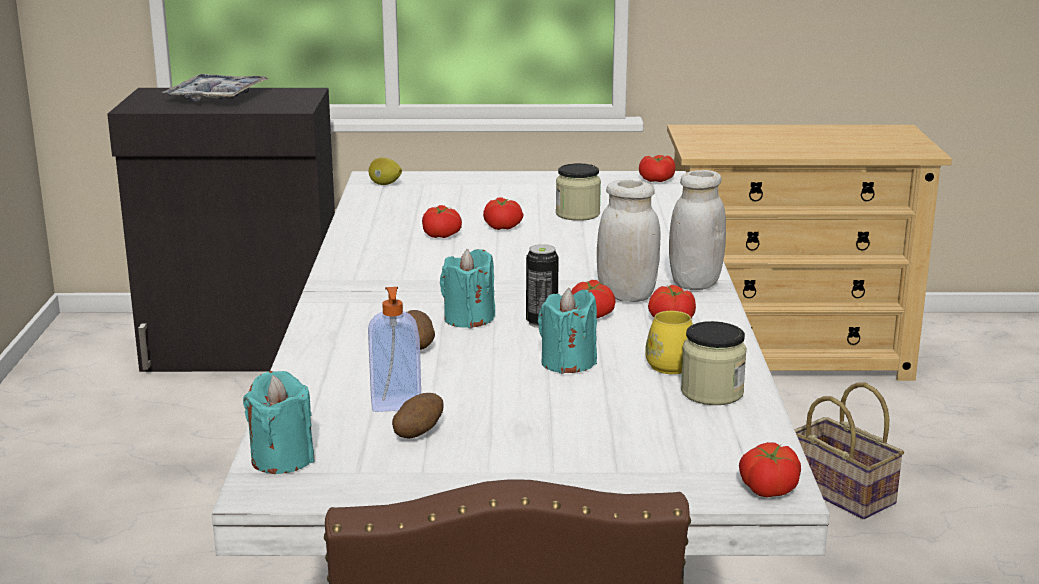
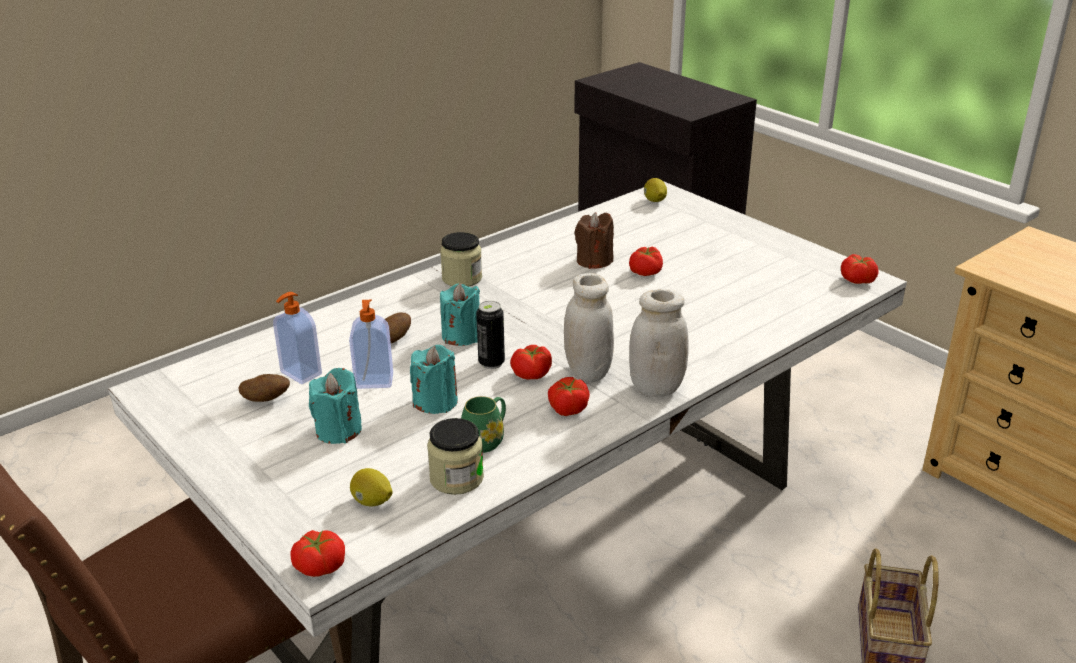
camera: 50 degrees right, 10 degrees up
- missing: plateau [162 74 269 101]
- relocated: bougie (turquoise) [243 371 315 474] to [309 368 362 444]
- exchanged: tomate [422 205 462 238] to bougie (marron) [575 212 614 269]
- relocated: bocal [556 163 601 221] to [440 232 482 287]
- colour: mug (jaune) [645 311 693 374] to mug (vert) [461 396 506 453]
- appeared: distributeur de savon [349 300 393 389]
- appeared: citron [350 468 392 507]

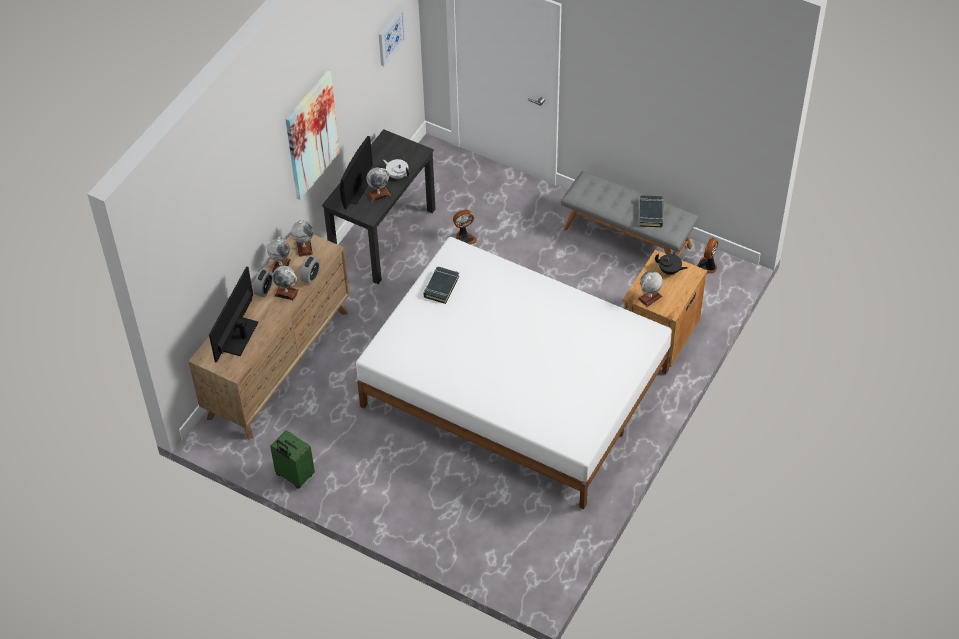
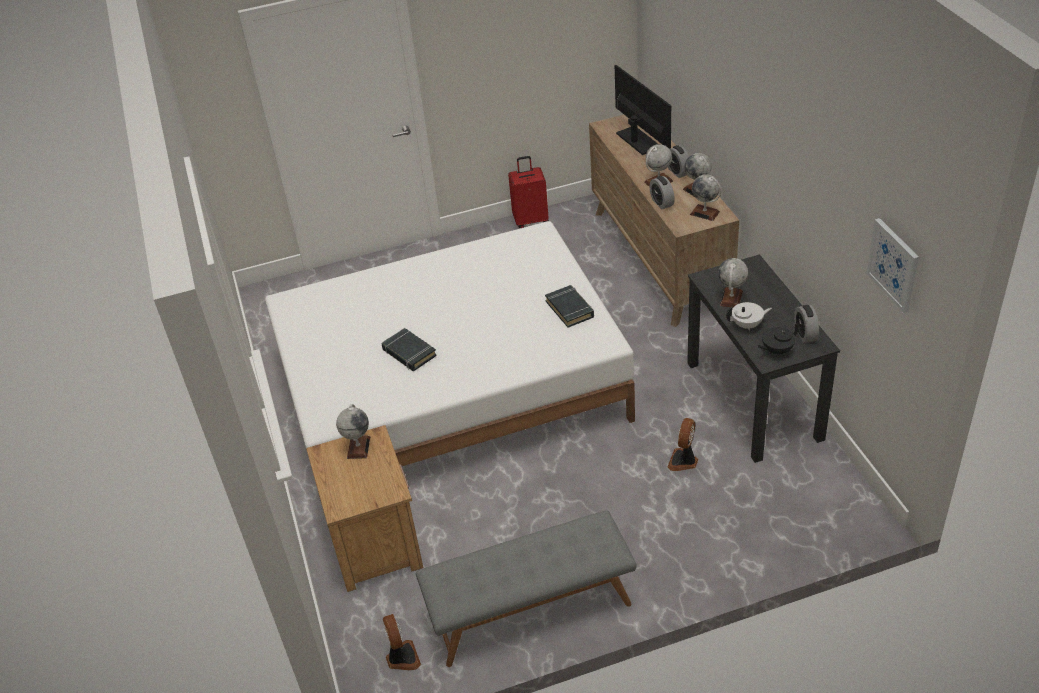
camera: 135 degrees right, 10 degrees down
- colour: valise (vert) [270 430 315 489] to valise (rouge) [508 156 549 228]
- missing: tableau [286 71 340 200]
- missing: écran d'ordinateur [340 136 373 209]
- relocated: livre (noir) [639 195 664 227] to [382 328 437 371]
- relocated: théière (noir) [655 254 688 275] to [757 323 799 355]
- appeared: réveil [794 305 819 343]

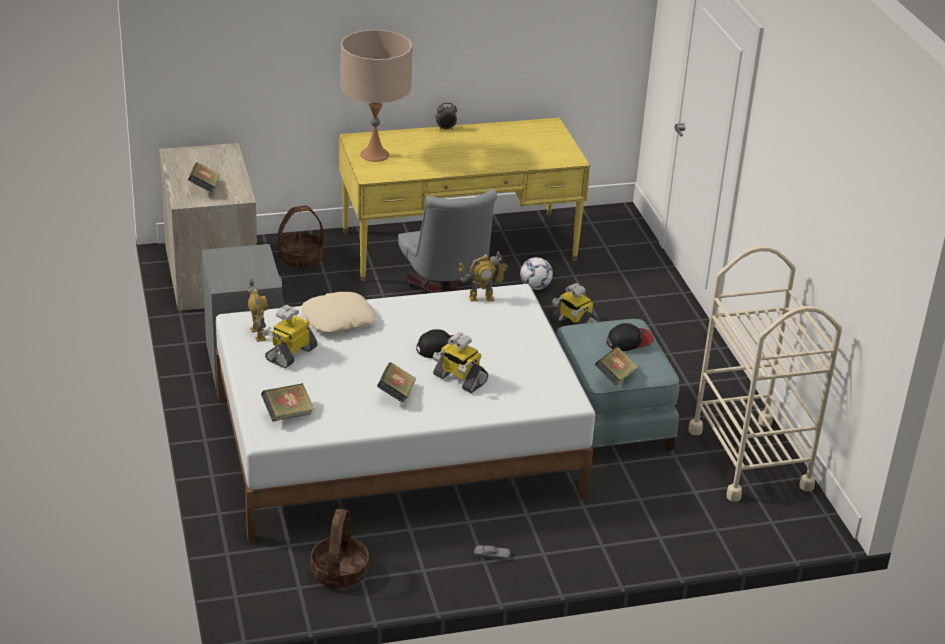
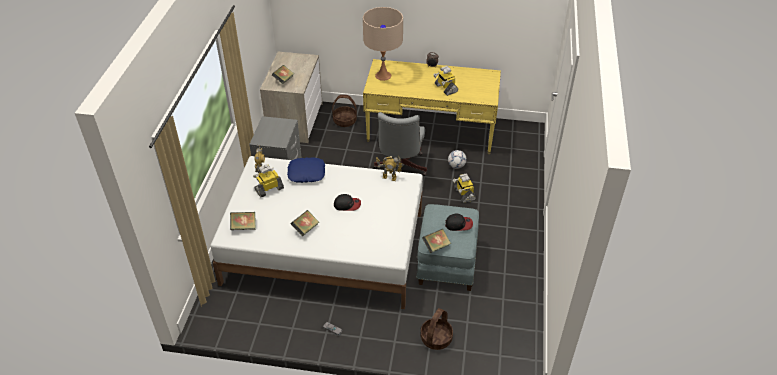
camera: 25 degrees right, 10 degrees up
- colour: coussin (beige) [302 292 376 333] to coussin (bleu) [287 158 325 183]
- relocated: panier [310 509 369 588] to [421 308 453 350]
- relocated: robot jouet [433 332 488 393] to [434 66 458 95]
- missing: chariot (beige) [688 246 842 501]

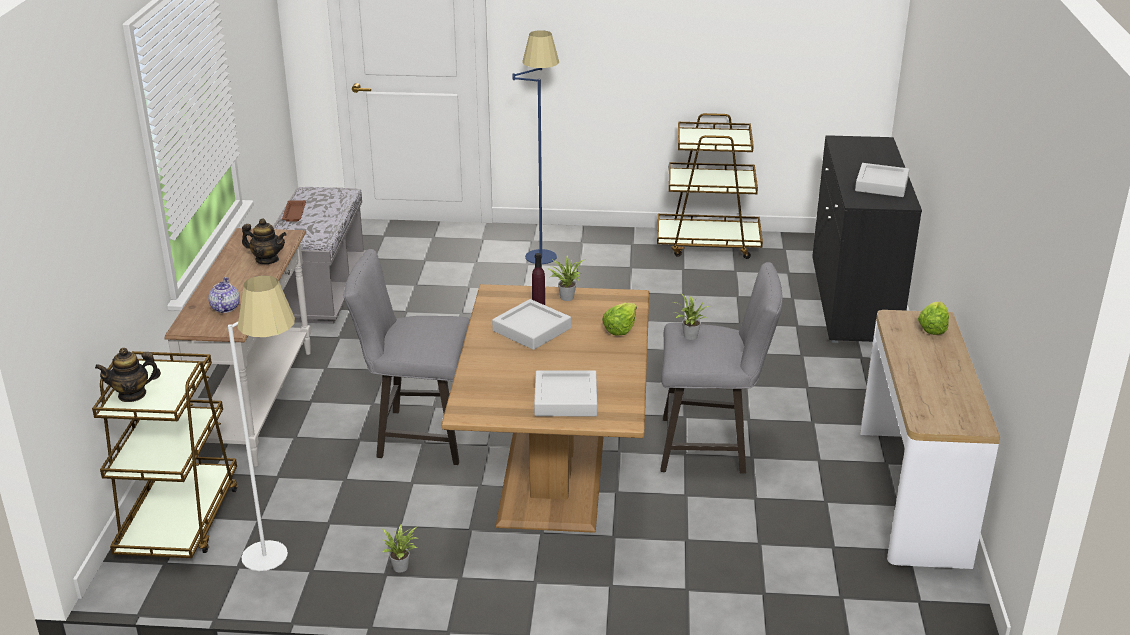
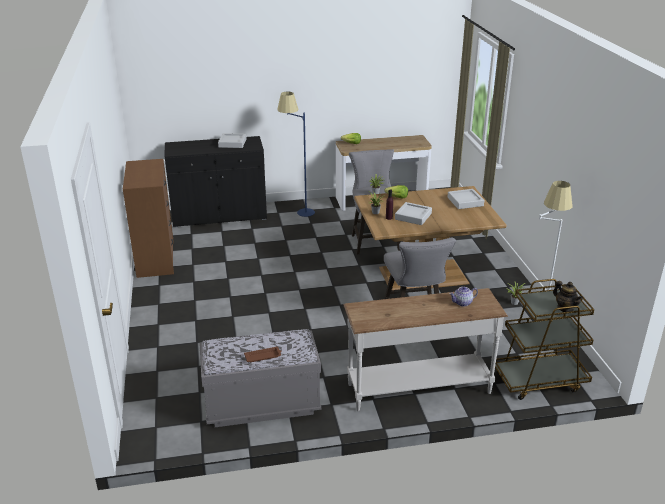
camera: 105 degrees left, 0 degrees up
- missing: théière [242 218 287 264]
- relocated: lampadaire (bleu) [512 30 559 264] to [277 92 315 217]
- exchanged: chariot (marron) [657 113 763 259] to commode (marron) [123 159 174 278]

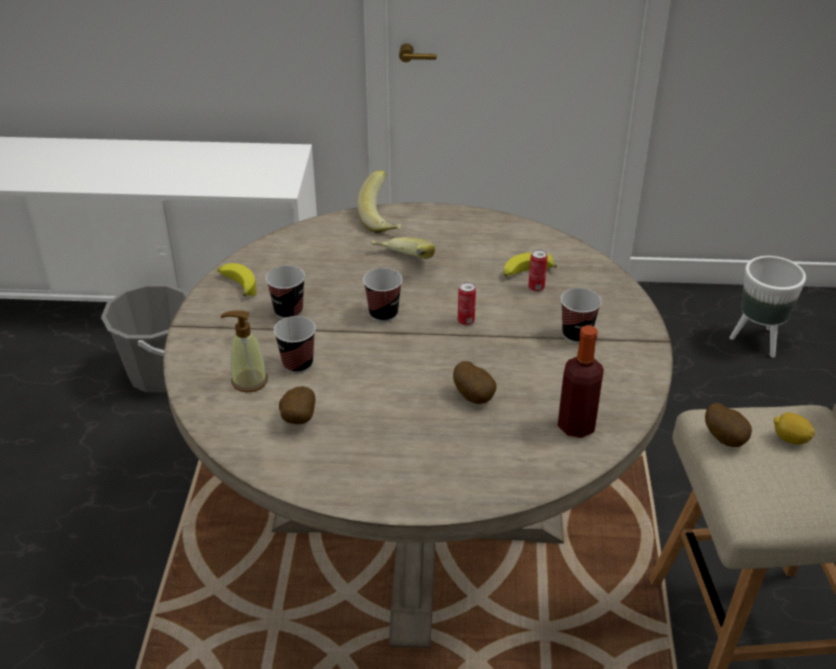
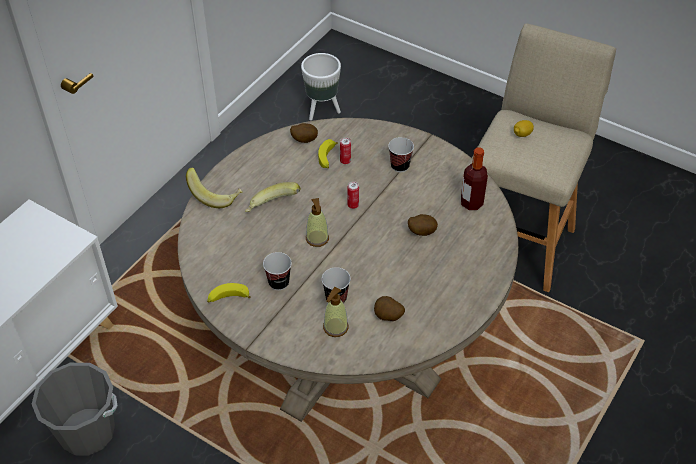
camera: 60 degrees left, 10 degrees up
- exchanged: tasse [363 268 402 322] to distributeur de savon [306 198 329 247]
- relocated: pomme de terre [705 403 752 447] to [290 123 318 143]

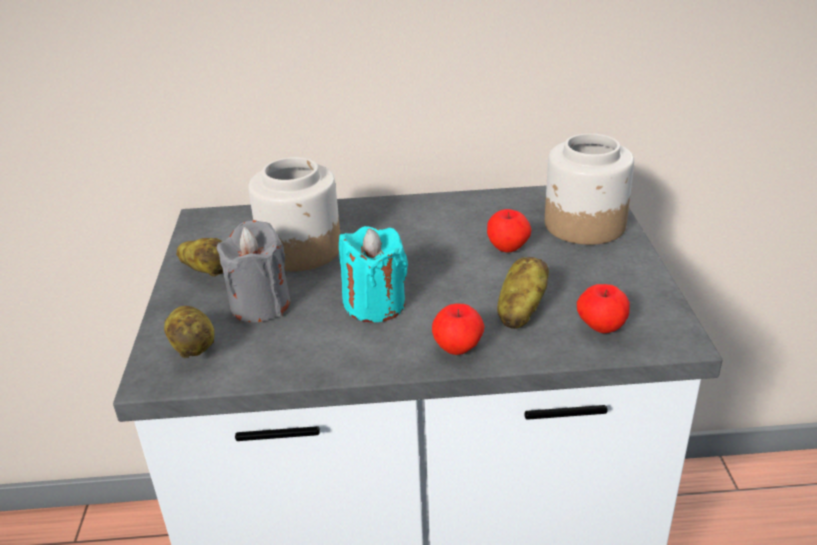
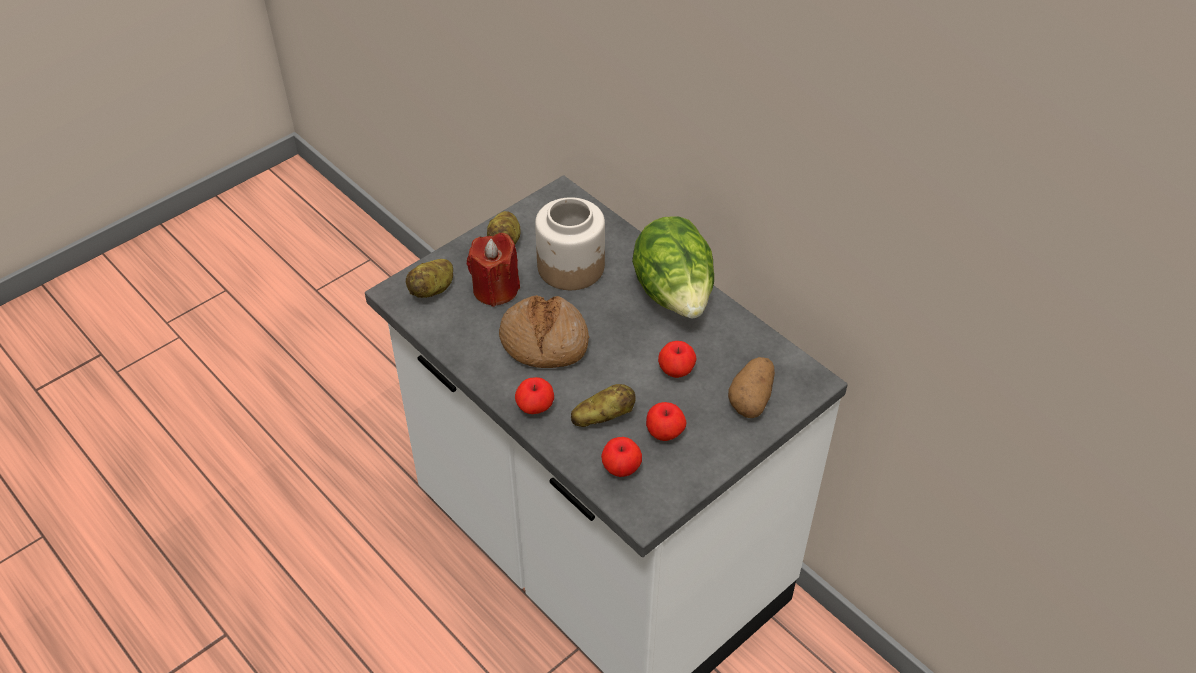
camera: 50 degrees right, 15 degrees up
- colour: bougie (gris) [217 220 290 322] to bougie (rouge) [467 233 520 307]
- exchanged: bougie (turquoise) [339 226 408 322] to pain [499 295 589 368]
- exchanged: bocal [545 133 634 245] to pomme de terre [728 357 775 418]
- appeared: laitue [632 216 714 318]
- appeared: pomme [646 402 686 441]

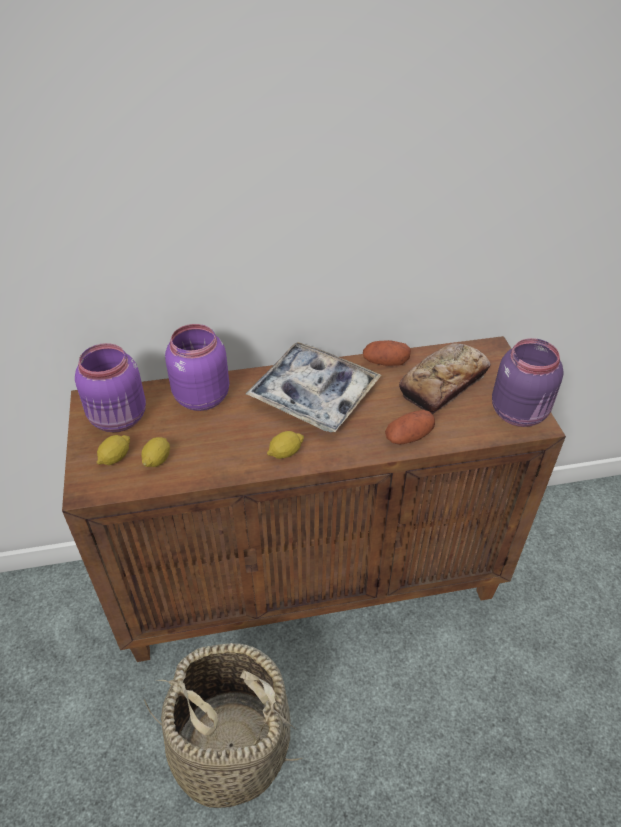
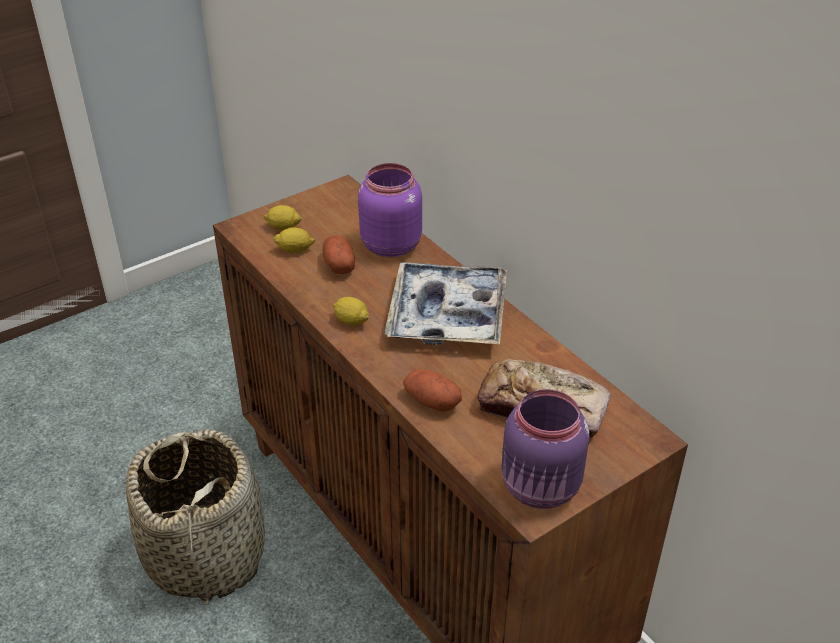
camera: 65 degrees right, 5 degrees down
- missing: bocal (violet) [75 343 146 432]
- relocated: pomme de terre [363 340 411 366] to [323 235 355 274]

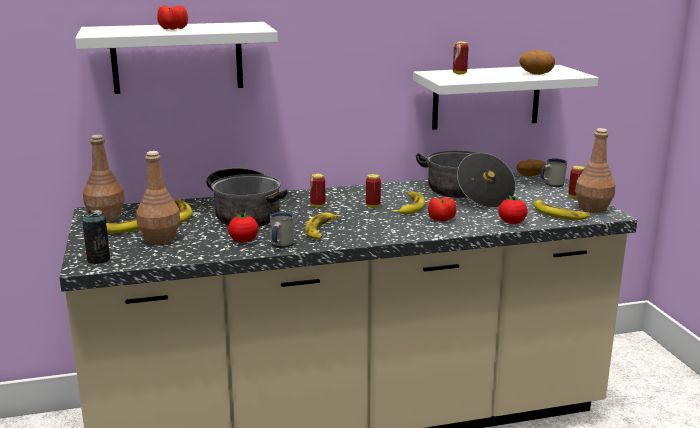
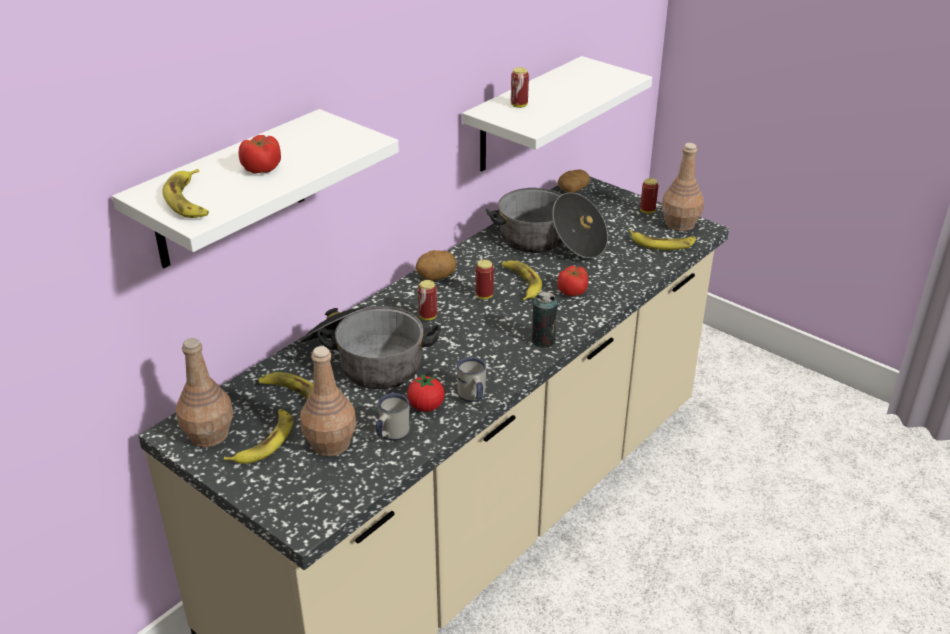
camera: 35 degrees left, 15 degrees up
- relocated: boîte métallique [82 210 110 264] to [532 291 557 348]
- relocated: banane [305 213 341 239] to [162 169 209 218]
- missing: tomate [499 196 528 224]
- relocated: pomme de terre [519 50 555 75] to [416 250 456 281]
- relocated: mug (blanc) [541 158 567 187] to [376 393 409 441]

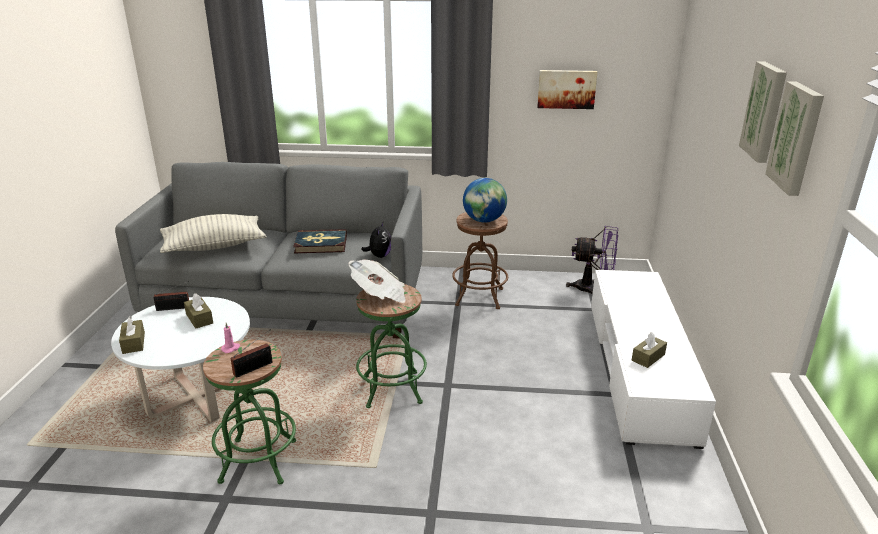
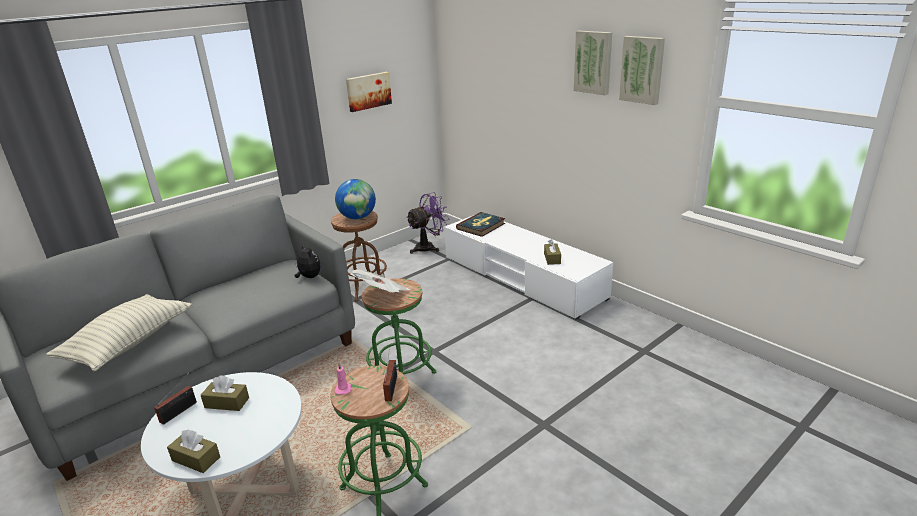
camera: 45 degrees left, 0 degrees up
- relocated: livre [293 229 347 253] to [456 212 505 237]

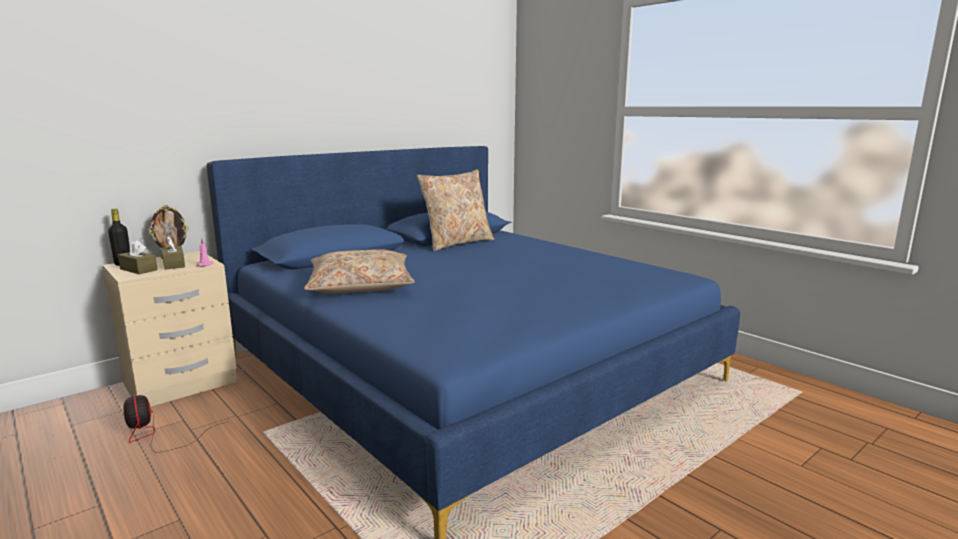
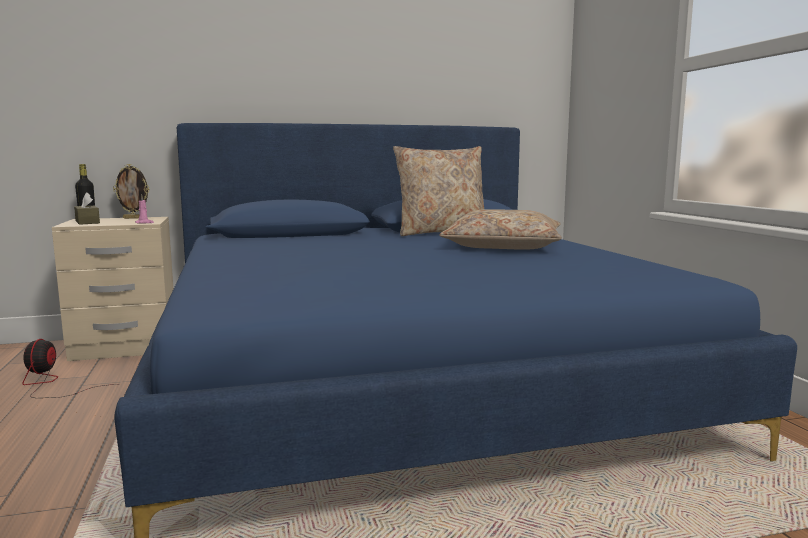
camera: 25 degrees right, 5 degrees down
- missing: boîte à mouchoirs (marron) [161 236 185 270]
- relocated: coussin (beige) [304 249 415 293] to [439 209 562 250]

